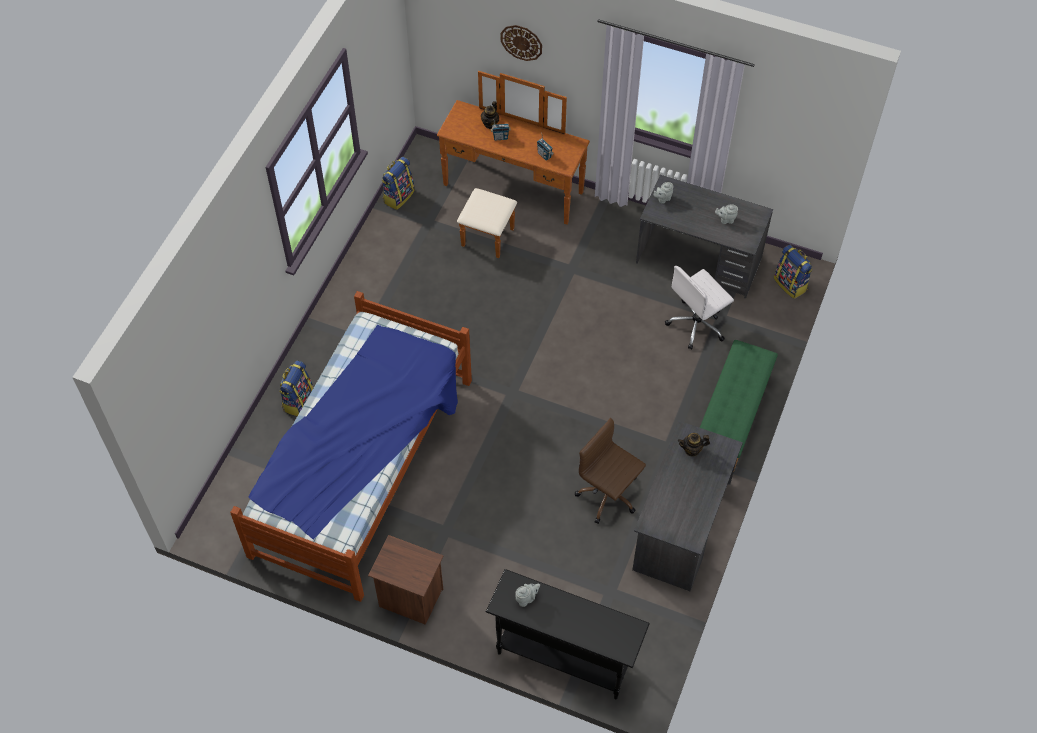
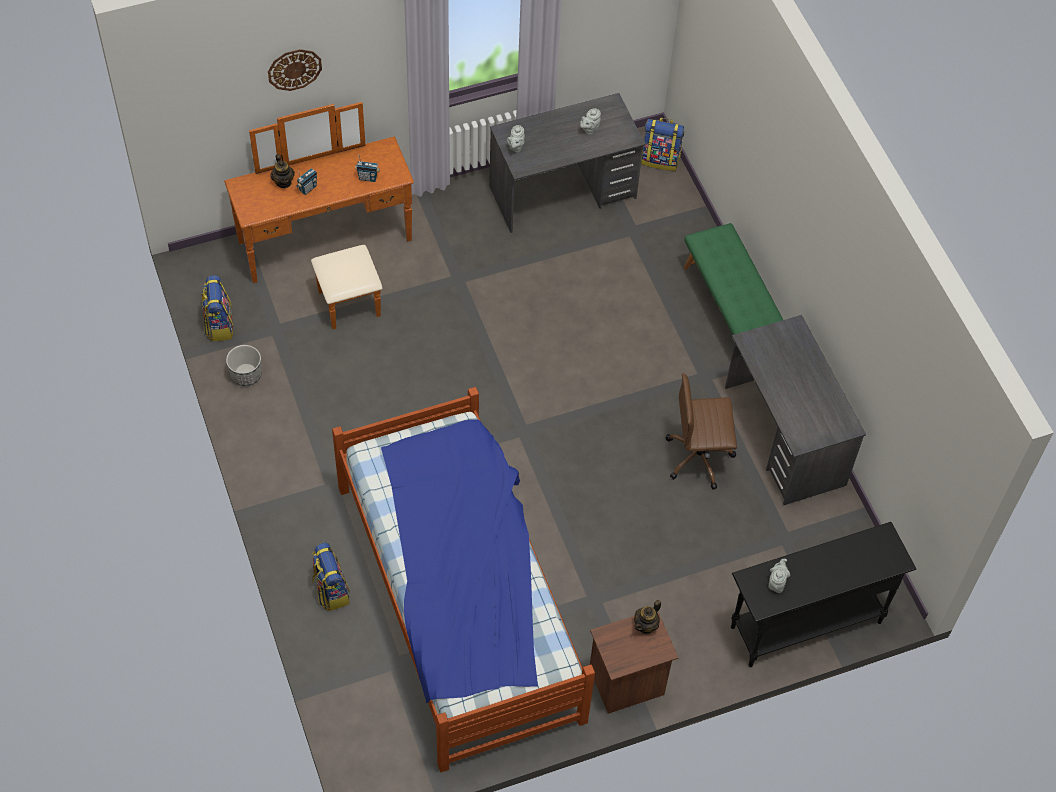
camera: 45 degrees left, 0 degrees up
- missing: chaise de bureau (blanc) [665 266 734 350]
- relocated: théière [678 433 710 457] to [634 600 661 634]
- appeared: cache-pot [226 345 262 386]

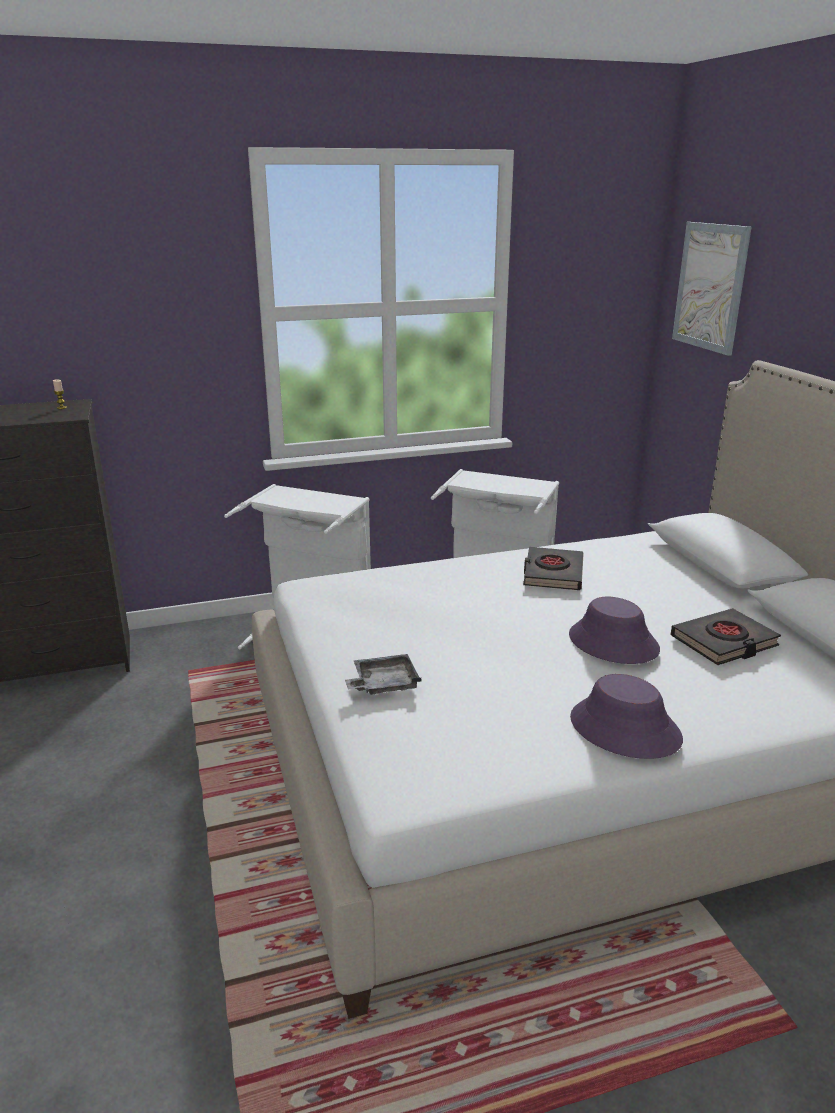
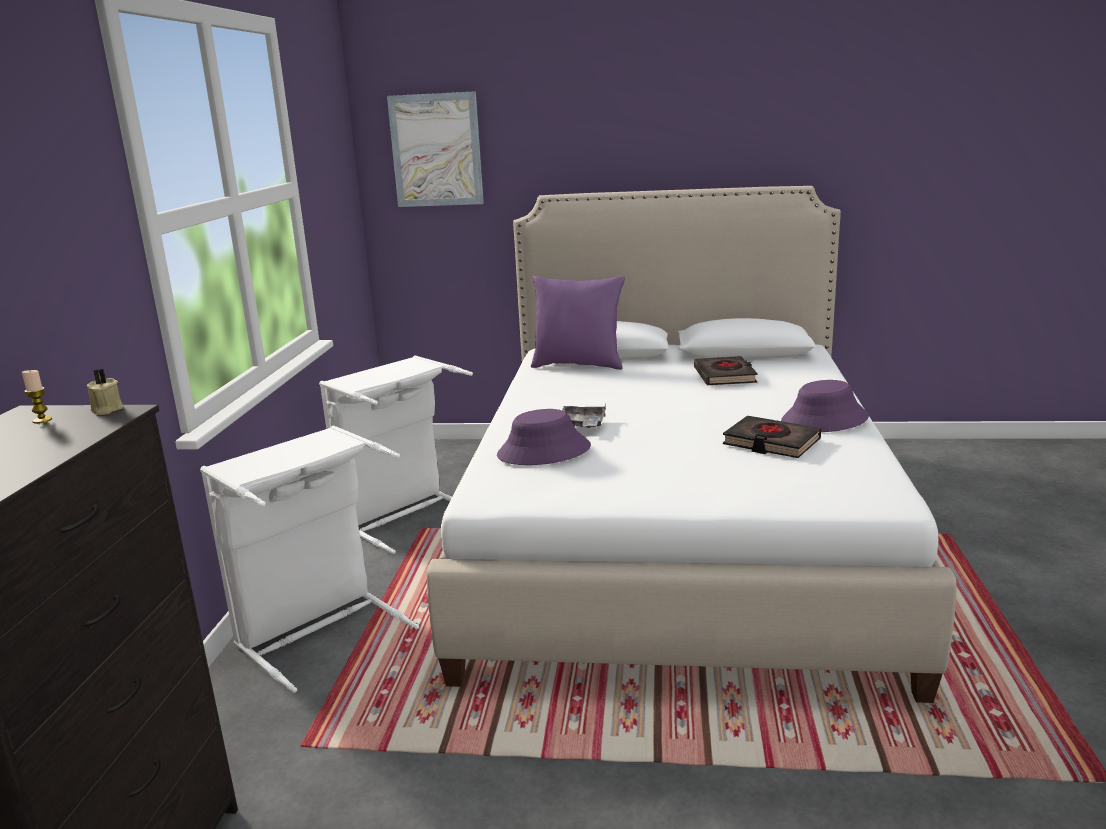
camera: 65 degrees left, 5 degrees down
- relocated: plateau (gris) [345 654 422 695] to [562 404 606 428]
- relocated: livre (noir) [523 547 584 590] to [723 416 821 458]
- relocated: chapeau (violet) [569 597 660 664] to [497 409 591 465]
- appeared: bougie (beige) [87 369 123 415]
- appeared: coussin (violet) [531 276 625 370]

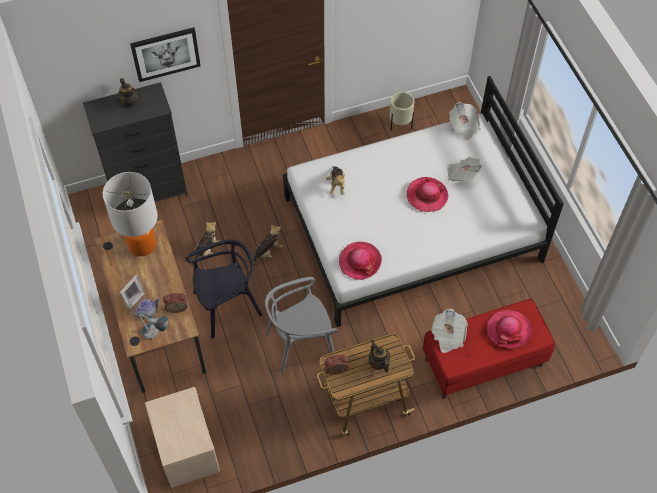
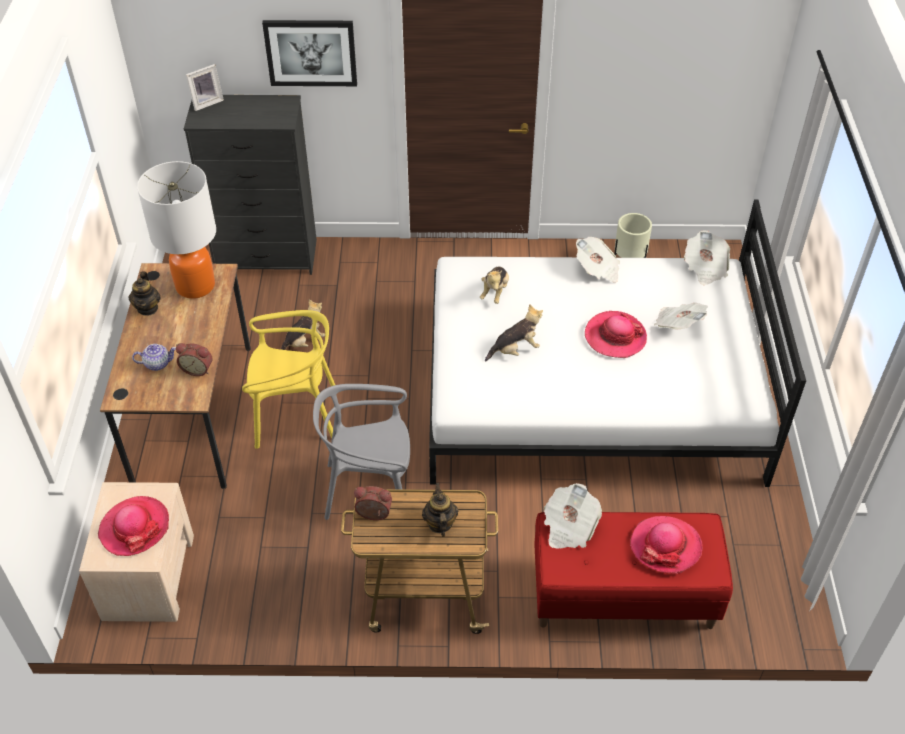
camera: 20 degrees right, 10 degrees down
- relocated: théière [117 78 138 108] to [129 272 161 316]
- relocated: cadre photo [120 275 145 310] to [186 64 224 111]
- missing: lampe de table [136 312 168 340]
- colour: chaise (noir) [186 239 262 339] to chaise (jaune) [242 310 335 449]
- relocated: peluche [253 224 283 266] to [485 304 543 362]
- relocated: chapeau [339 242 382 280] to [98 496 169 556]
- appeared: journal [576 237 620 283]

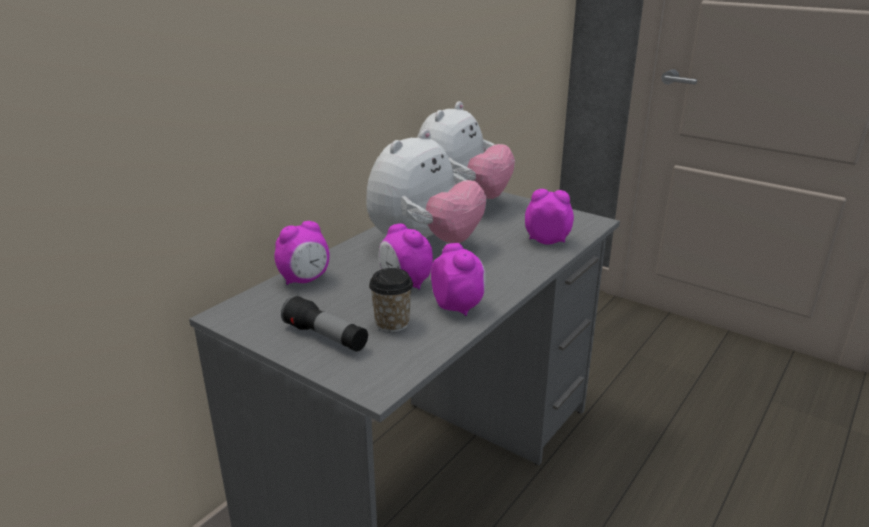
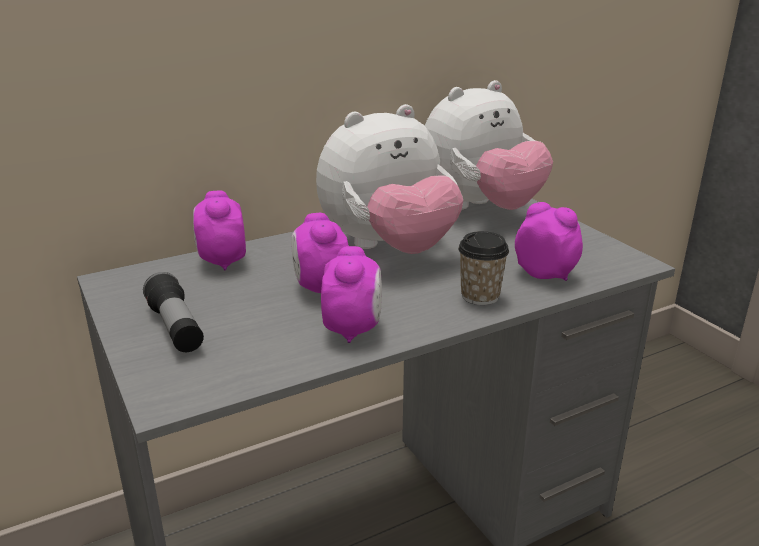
camera: 25 degrees right, 0 degrees up
- spun: réveil [274 221 329 285] = [193 190 246 270] 90 degrees clockwise
- relocated: tasse [369 268 413 333] to [458 231 509 305]

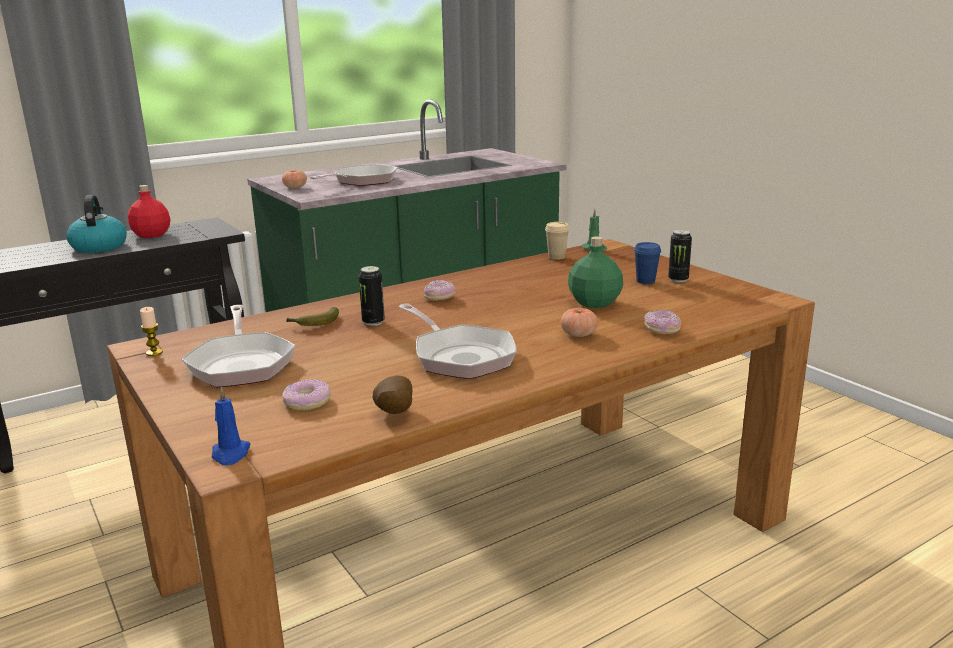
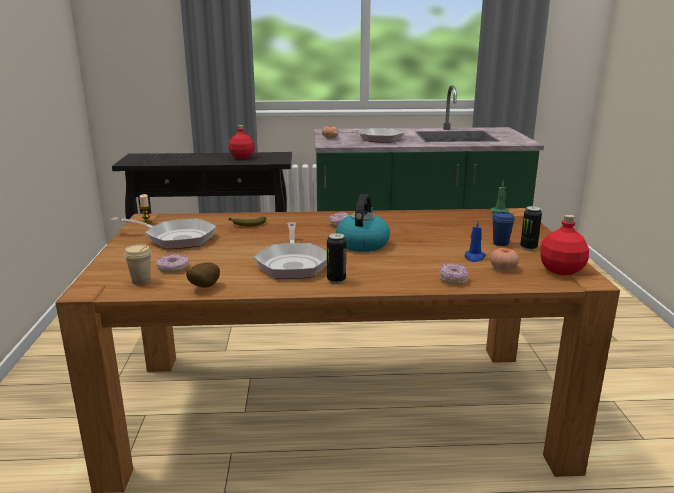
camera: 30 degrees right, 0 degrees up
- relocated: bouilloire [67 195 127 253] to [336 194 390 252]
- spun: poêle [181 305 295 387] = [111 217 216 249] 90 degrees counterclockwise
- relocated: bougie (bleu) [212 387 251 466] to [464 220 486 262]
- relocated: boîte métallique [359 266 385 326] to [327 233 346 284]
- relocated: tasse (beige) [545 222 570 260] to [124 244 151 285]
- relocated: tomate [561 308 598 337] to [490 248 519 271]
- missing: bouteille (vert) [568 237 623 308]
- appeared: bouteille (rouge) [540 214 589 275]

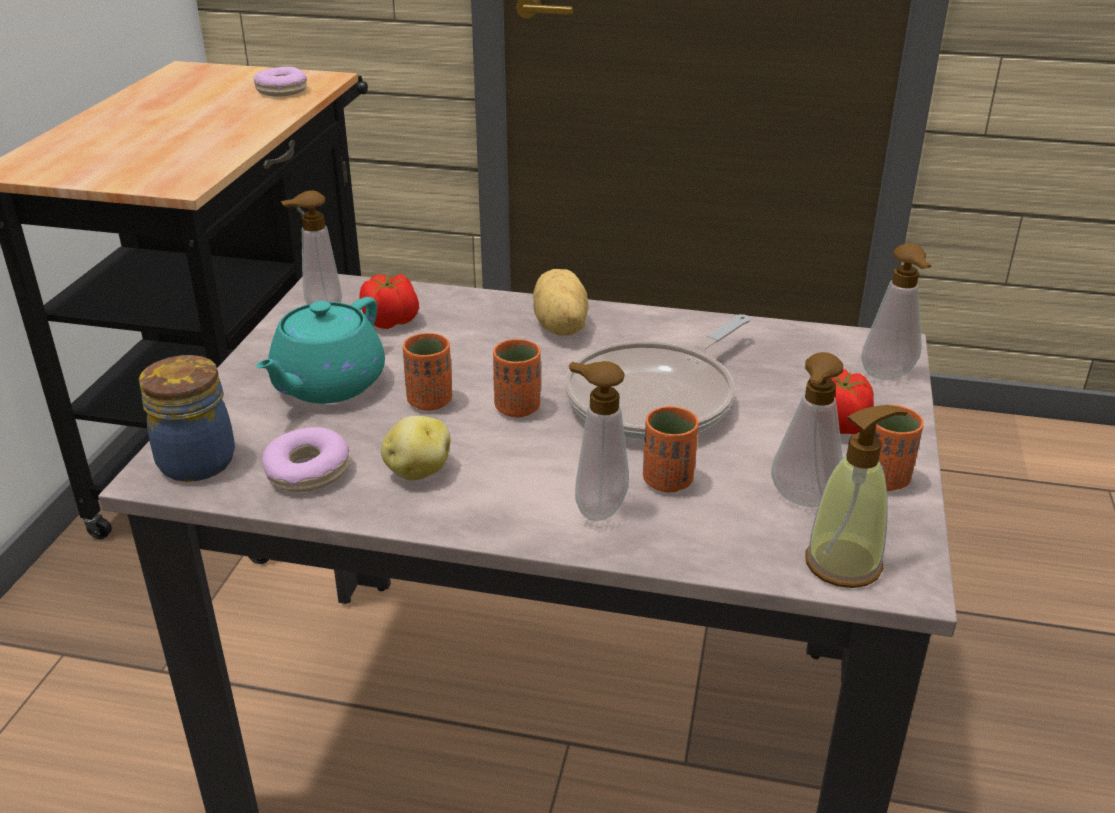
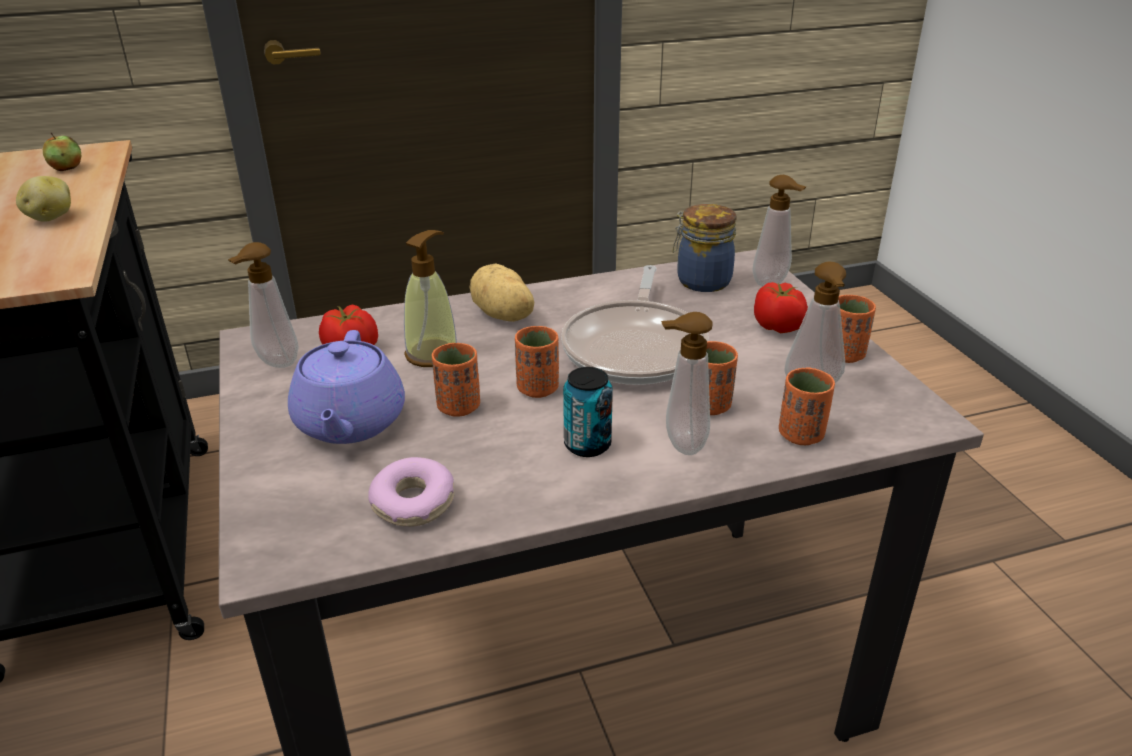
camera: 30 degrees left, 0 degrees up
- relocated: bocal [139 355 235 482] to [673 204 737 292]
- exchanged: beignet [254 67 307 96] to pomme [43 133 82 171]
- colour: théière (turquoise) [256 297 385 403] to théière (violet) [288 330 405 444]
- relocated: pomme de terre [381 416 450 480] to [16 176 71 222]
- relocated: distributeur de savon [805 405 908 588] to [404 230 457 367]
- appeared: boîte métallique [563 367 613 457]
- appeared: tasse (orange) [779 367 835 445]

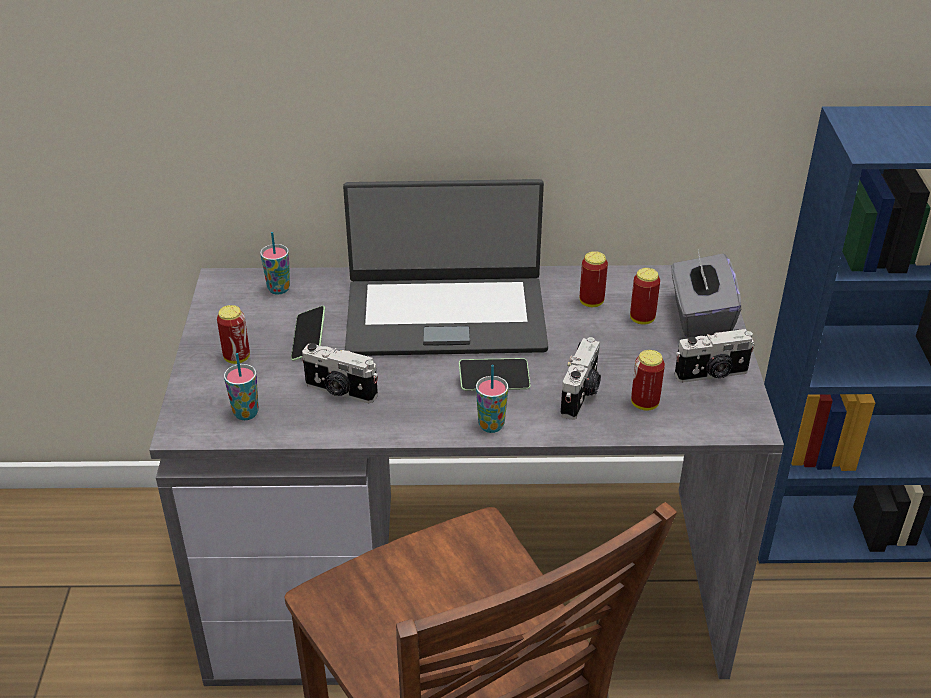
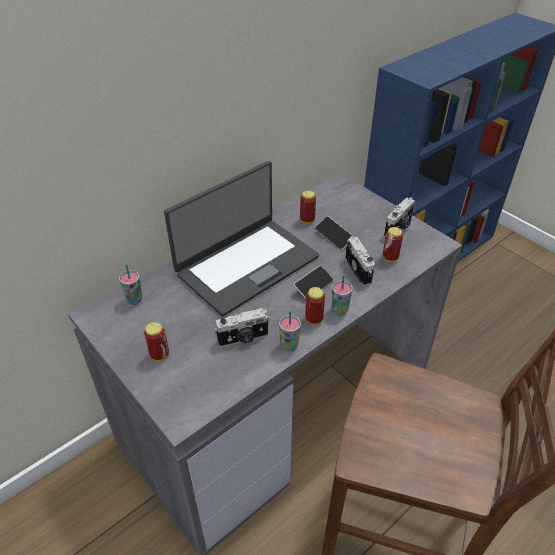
camera: 40 degrees left, 5 degrees up
- relocated: tasse [224 353 259 420] to [279 310 301 351]
- relocated: téléphone [291 306 325 361] to [315 216 354 250]
- relocated: boîte métallique [630 268 660 325] to [305 287 325 325]
- missing: boîte à mouchoirs (gris) [672 250 741 338]

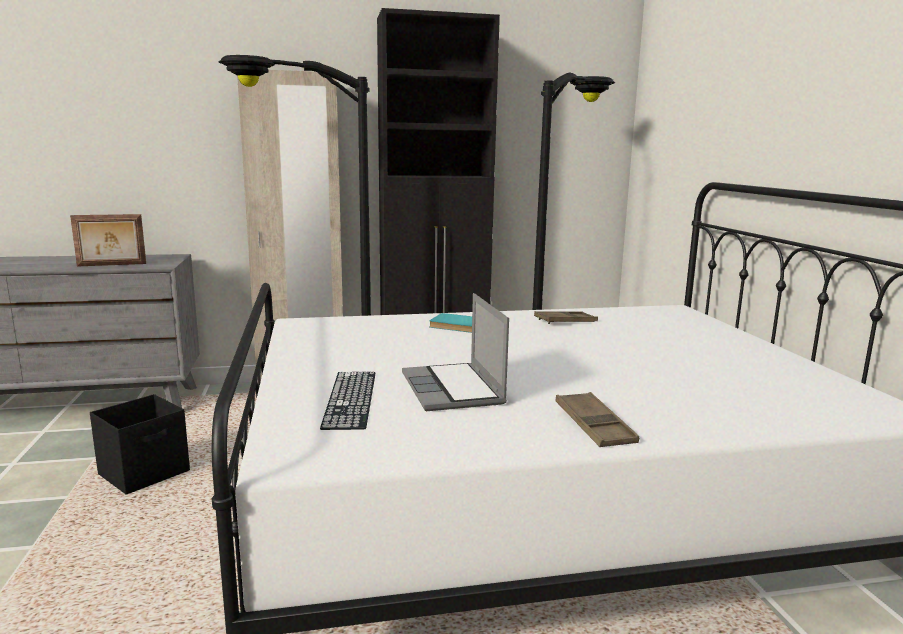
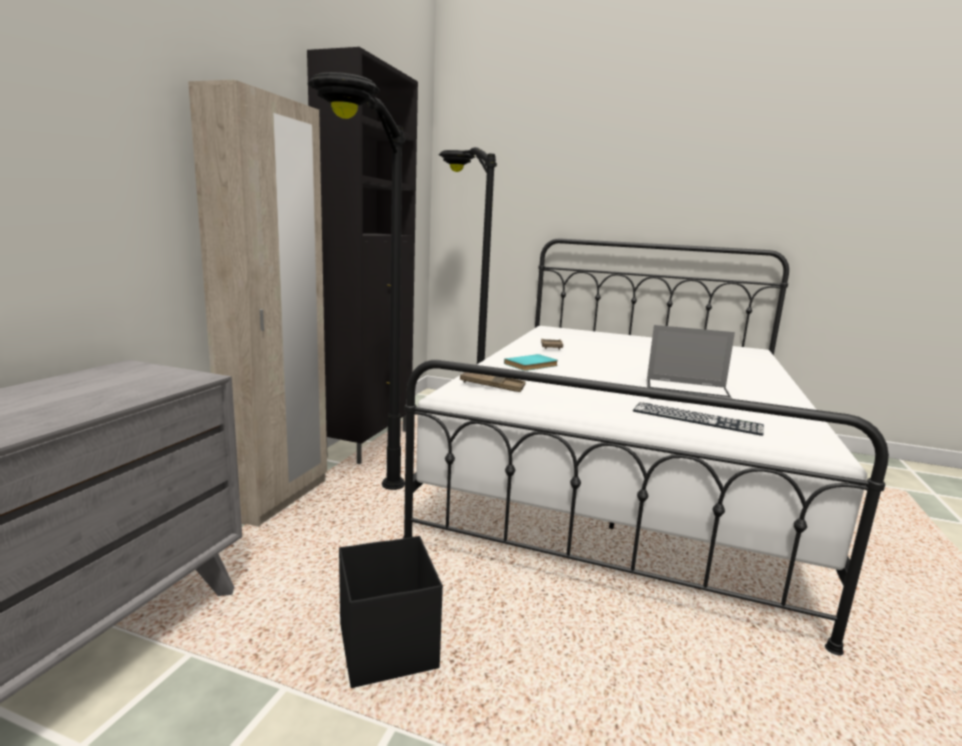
camera: 60 degrees left, 0 degrees up
- missing: cadre photo [70 214 146 267]
- relocated: plateau (marron) [555 392 639 447] to [460 372 525 392]

